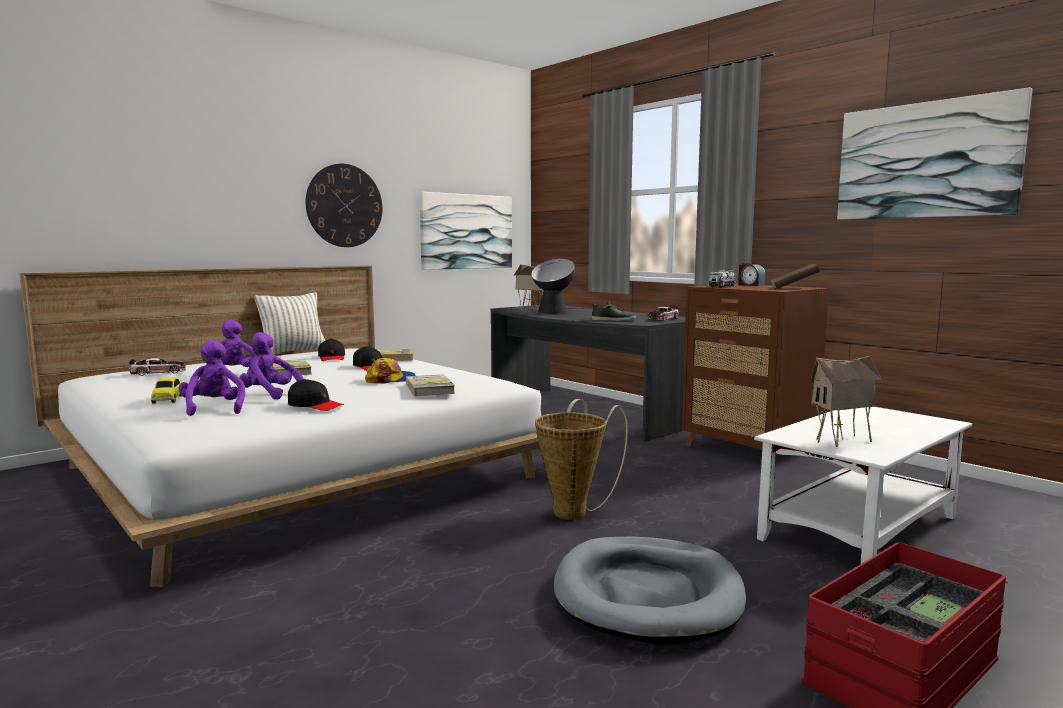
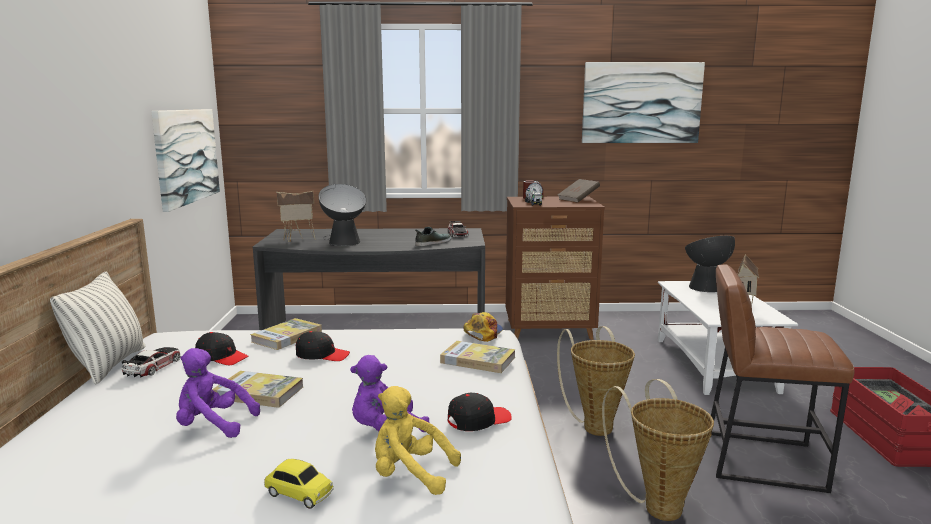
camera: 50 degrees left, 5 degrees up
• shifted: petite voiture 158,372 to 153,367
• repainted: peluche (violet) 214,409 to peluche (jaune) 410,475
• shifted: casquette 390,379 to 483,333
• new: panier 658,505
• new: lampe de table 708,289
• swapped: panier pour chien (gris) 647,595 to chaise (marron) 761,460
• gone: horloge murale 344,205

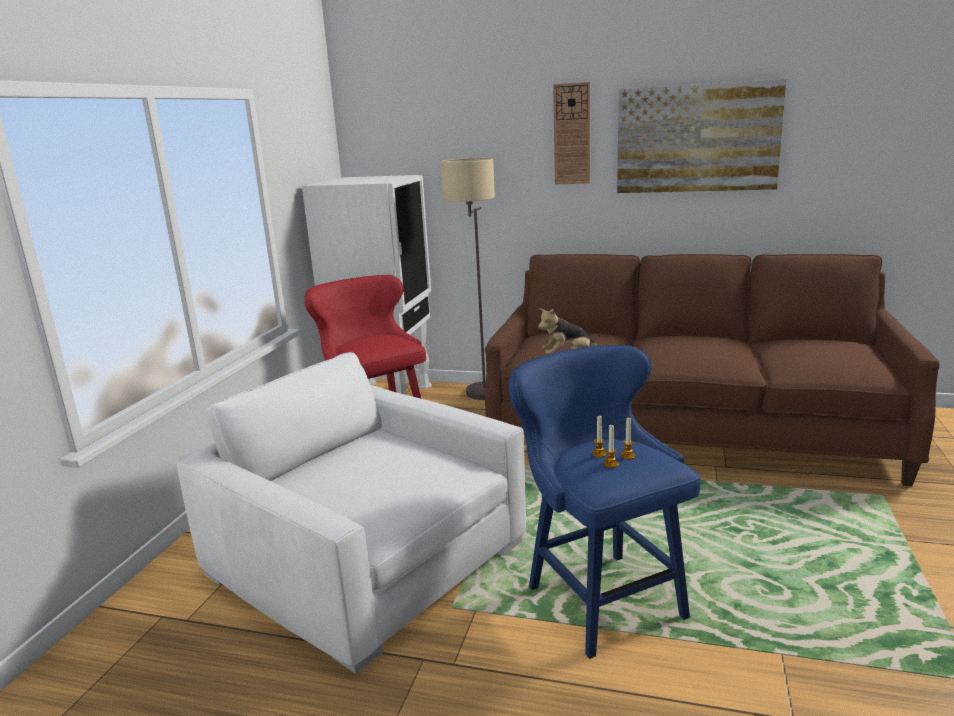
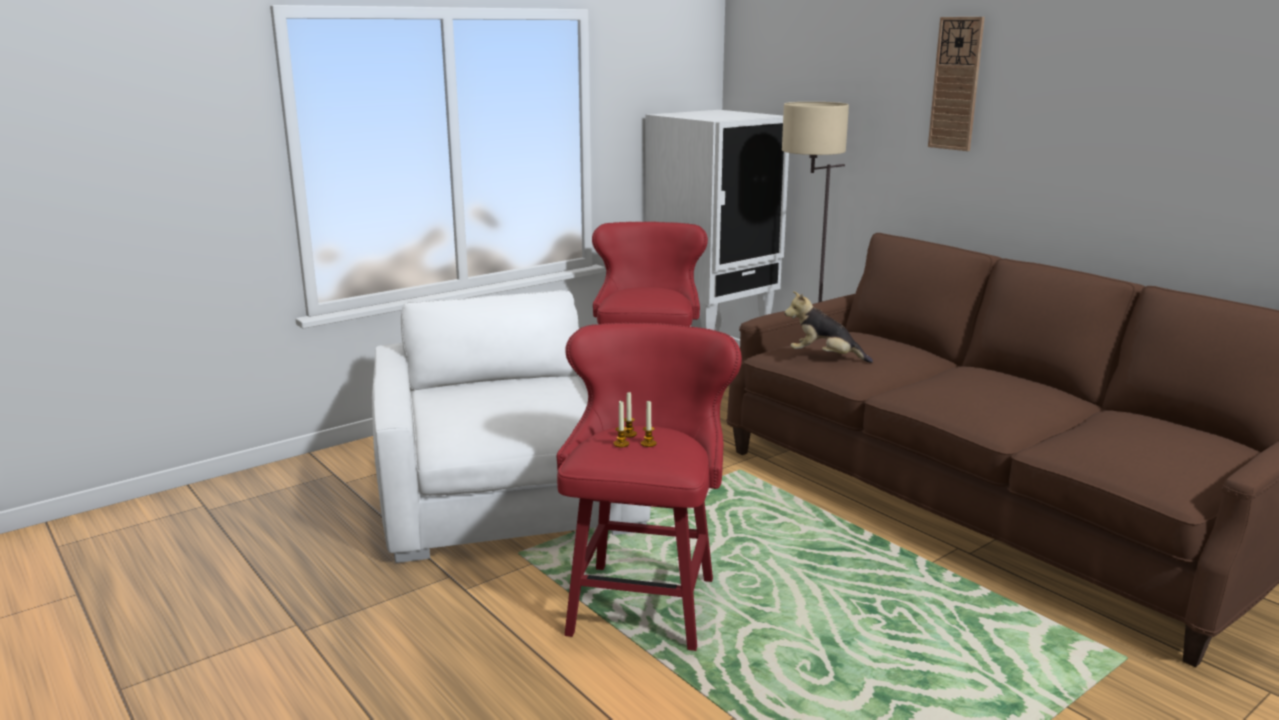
camera: 35 degrees right, 0 degrees up
• repainted: tabouret (bleu) 601,597 to tabouret (rouge) 644,601
• gone: tableau 697,138

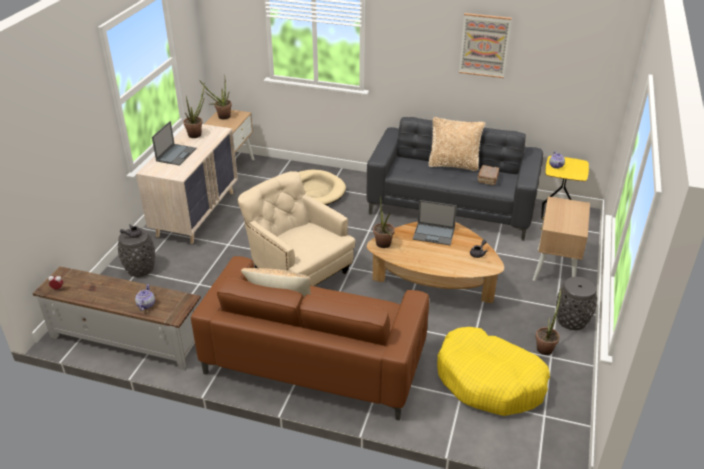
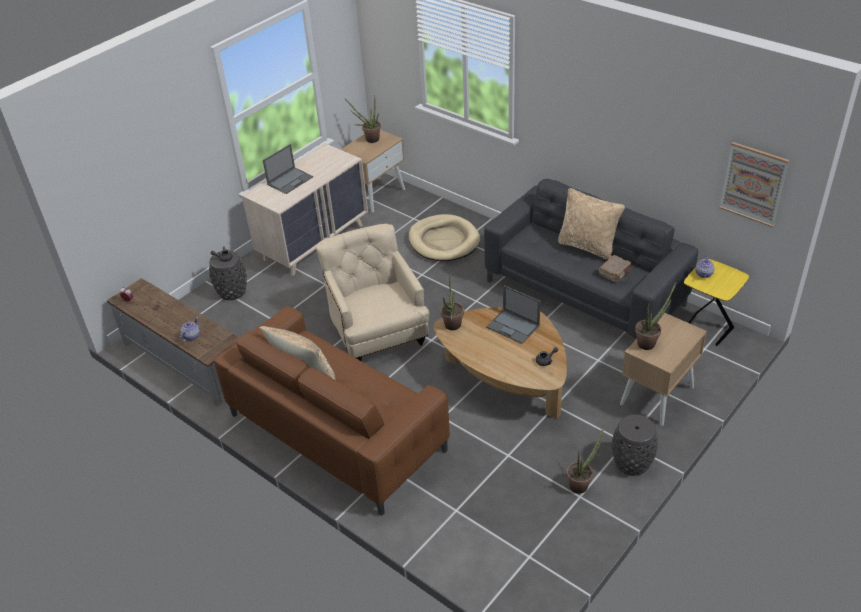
camera: 25 degrees right, 5 degrees up
• shifted: plante en pot 197,134 to 649,342
• shifted: tableau 484,45 to 753,184
• gone: panier pour chien (jaune) 489,381

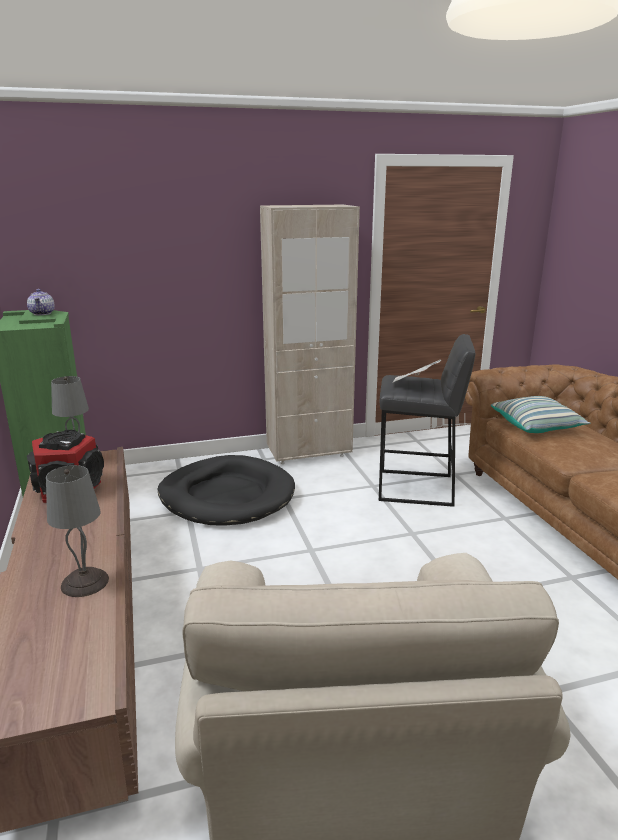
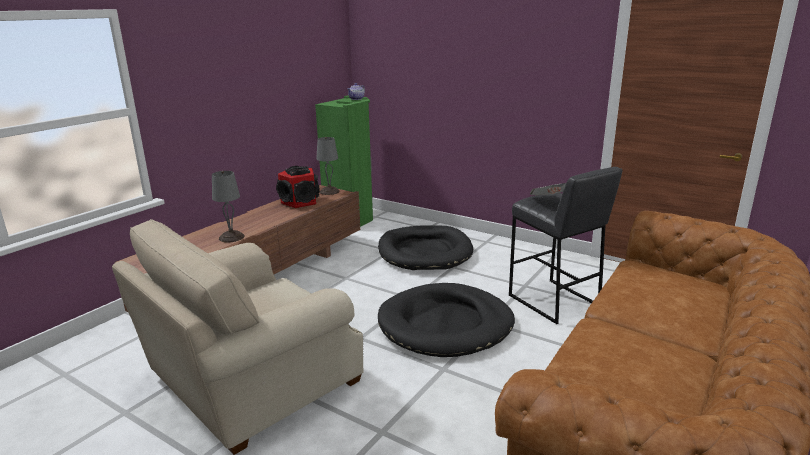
camera: 50 degrees right, 0 degrees up
• new: panier pour chien (noir) 446,324
• gone: meuble de rangement (beige) 309,453
• gone: coussin 537,426

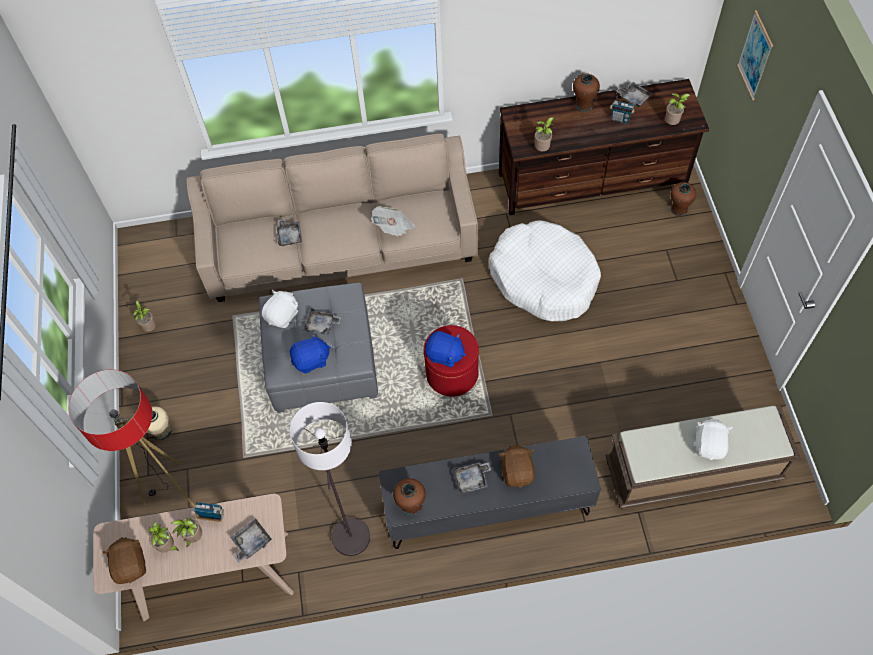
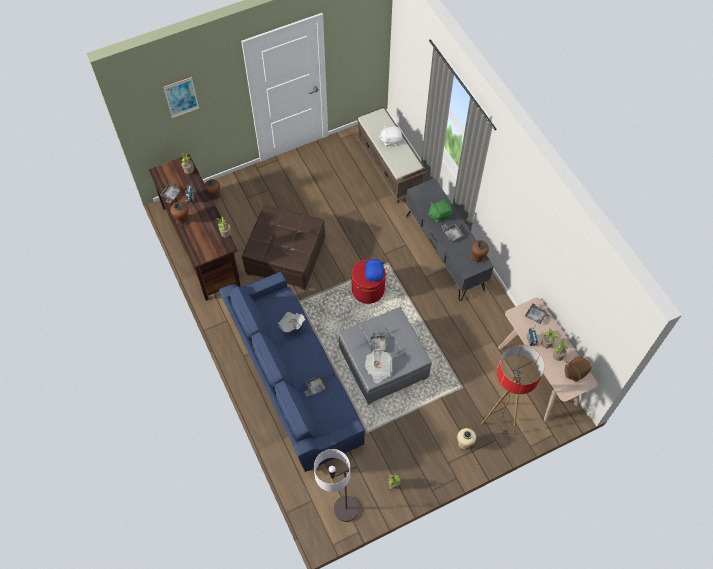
camera: 110 degrees left, 0 degrees up
• repainted: canapé (beige) 341,249 to canapé (bleu) 294,380
• swapped: panier pour chien (blanc) 543,278 to pouf (marron) 285,256
• shifted: lampadaire (blanc) 350,526 to 339,512
• swapped: peluche (blanc) 282,315 to journal 378,369
• repainted: peluche (marron) 517,471 to peluche (vert) 439,215
• gone: peluche (bleu) 311,360

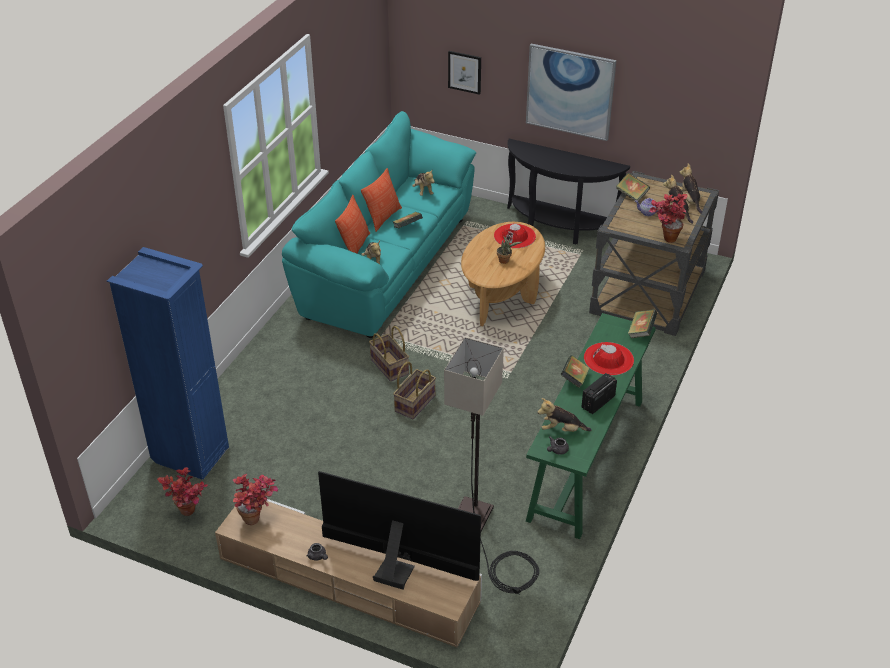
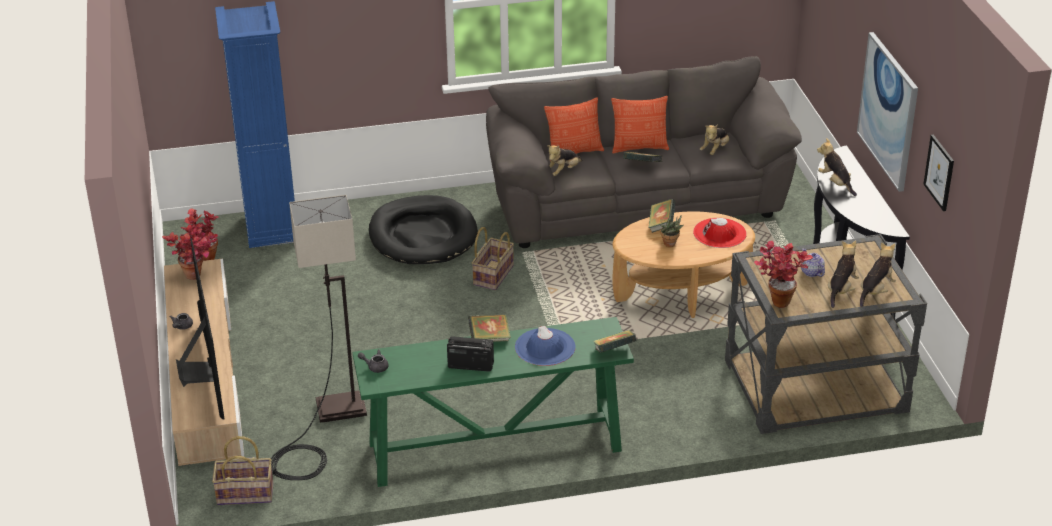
camera: 55 degrees right, 5 degrees down
• shifted: panier 414,403 to 245,493
• new: panier pour chien (noir) 423,235
• repainted: canapé (turquoise) 387,266 to canapé (gris) 637,208
• repainted: chapeau (rouge) 608,359 to chapeau (bleu) 545,347
• shifted: livre 631,195 to 661,225
• shifted: peluche 561,430 to 835,183
• shifted: tableau 464,72 to 939,172

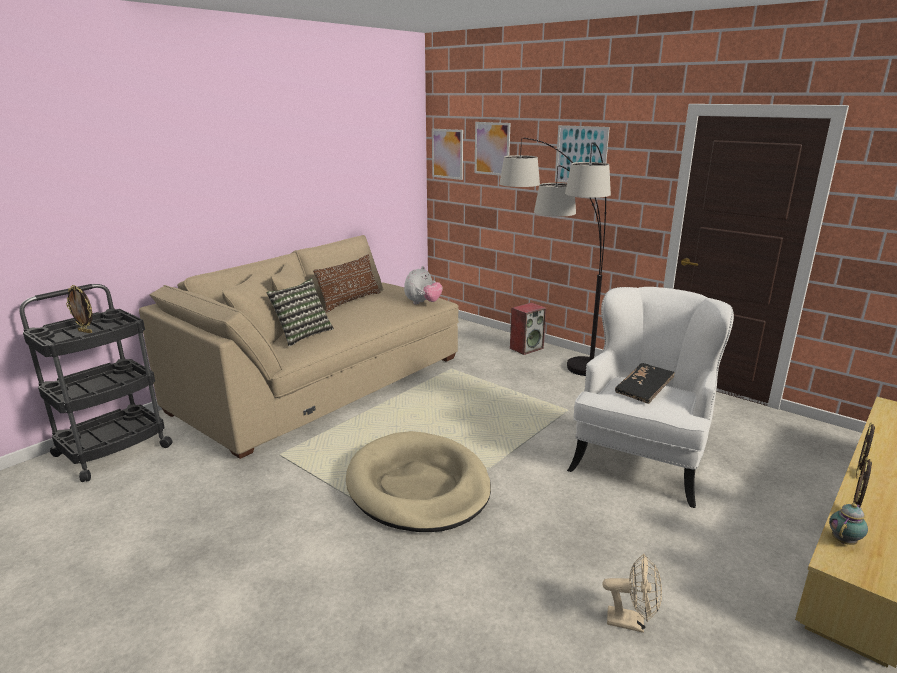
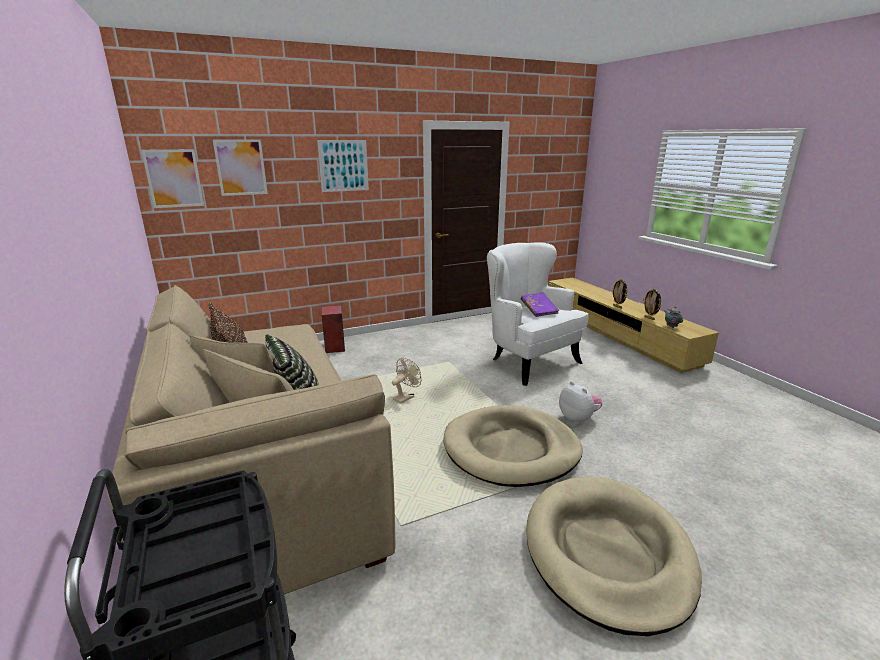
camera: 65 degrees left, 0 degrees up
• shifted: ventilateur (beige) 631,622 to 406,397
• repainted: livre (noir) 644,391 to livre (violet) 539,310
• new: panier pour chien (beige) 607,553
• shifted: peluche 423,303 to 578,418
• gone: cadre photo 86,331
• gone: lampadaire 555,381

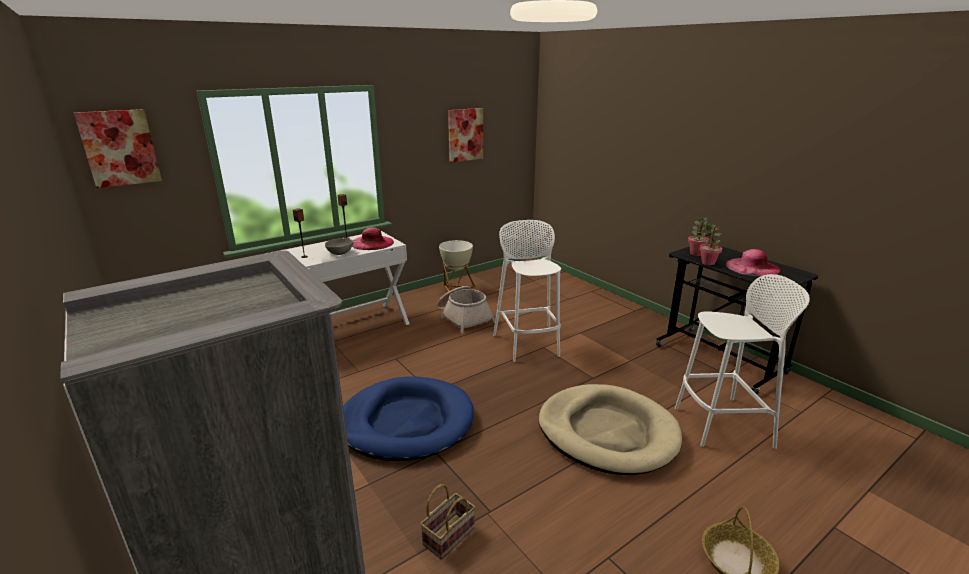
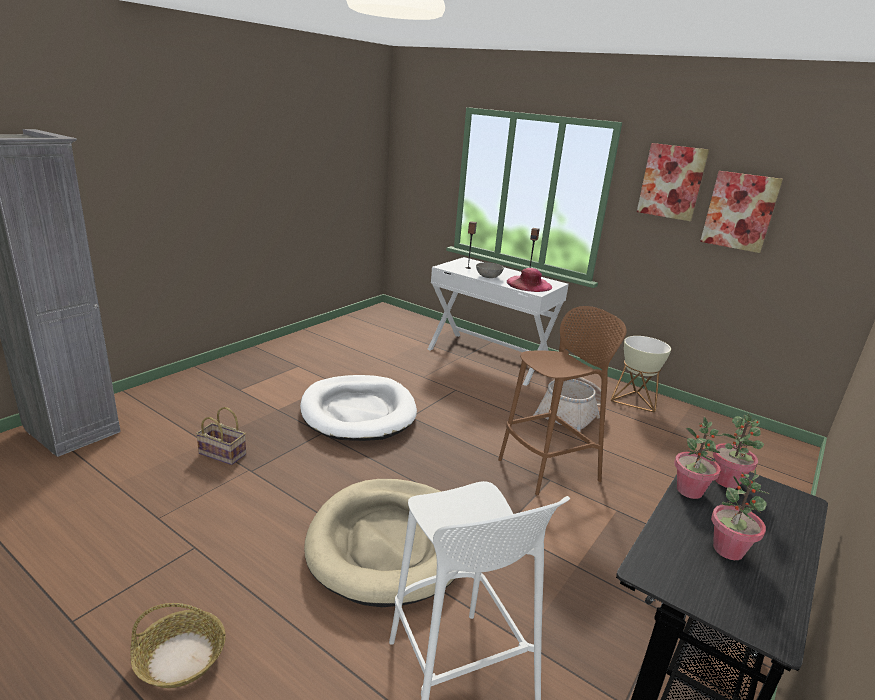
camera: 70 degrees right, 0 degrees up
• repainted: panier pour chien (bleu) 406,422 to panier pour chien (blanc) 358,412
• repainted: tabouret (blanc) 528,344 to tabouret (marron) 548,467
• shifted: tableau 120,148 to 671,182
• swapped: chapeau (rose) 752,267 to plante en pot 727,550

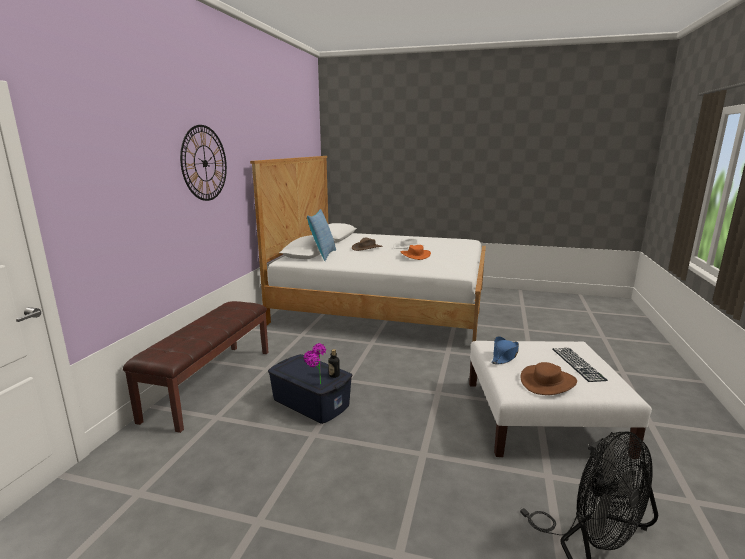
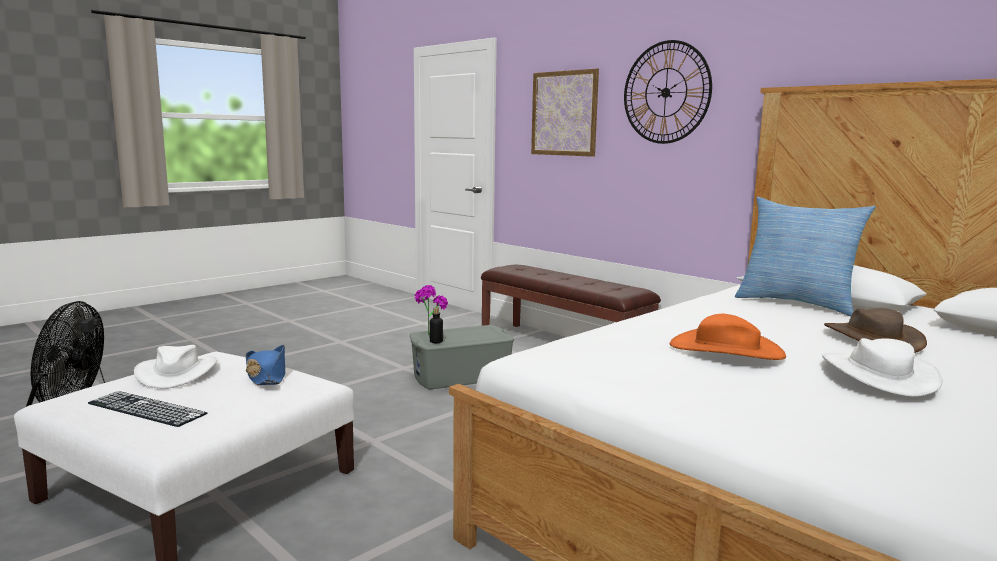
camera: 120 degrees right, 5 degrees down
• repainted: chapeau (marron) 548,382 to chapeau (blanc) 177,373
• repainted: boîte de rangement (bleu) 311,402 to boîte de rangement (gris) 461,376
• new: tableau 564,112

